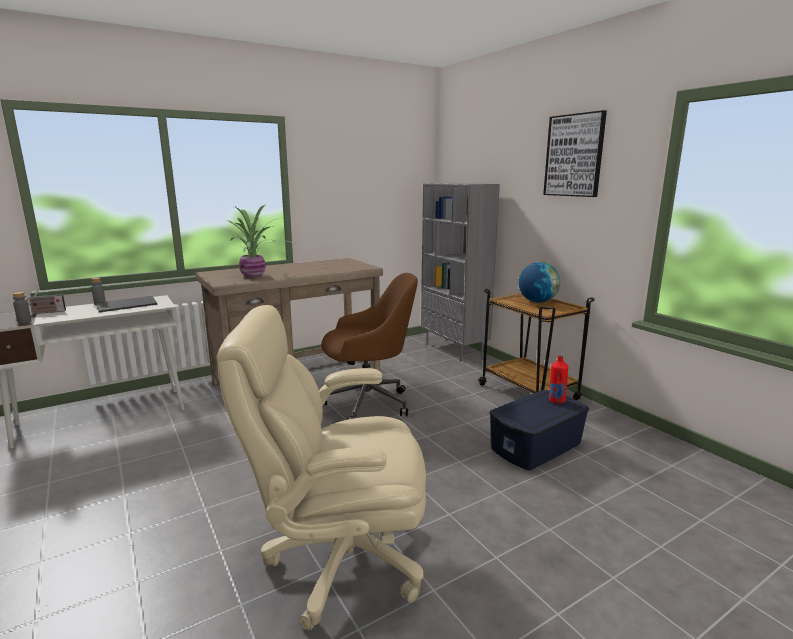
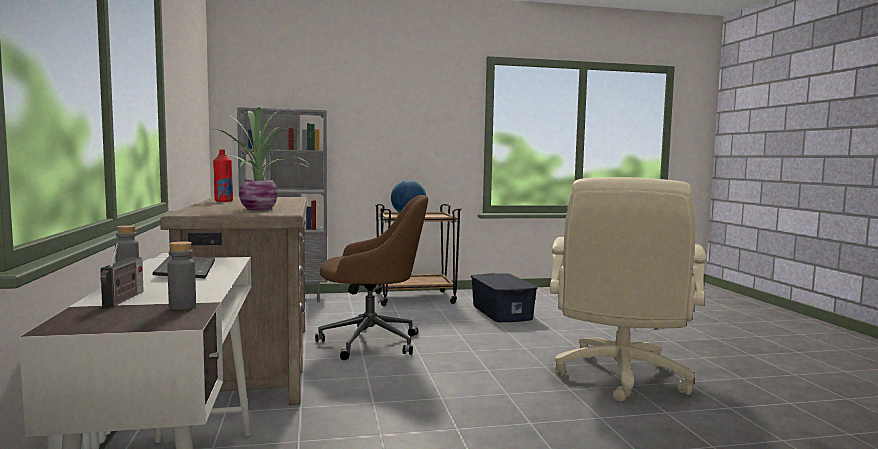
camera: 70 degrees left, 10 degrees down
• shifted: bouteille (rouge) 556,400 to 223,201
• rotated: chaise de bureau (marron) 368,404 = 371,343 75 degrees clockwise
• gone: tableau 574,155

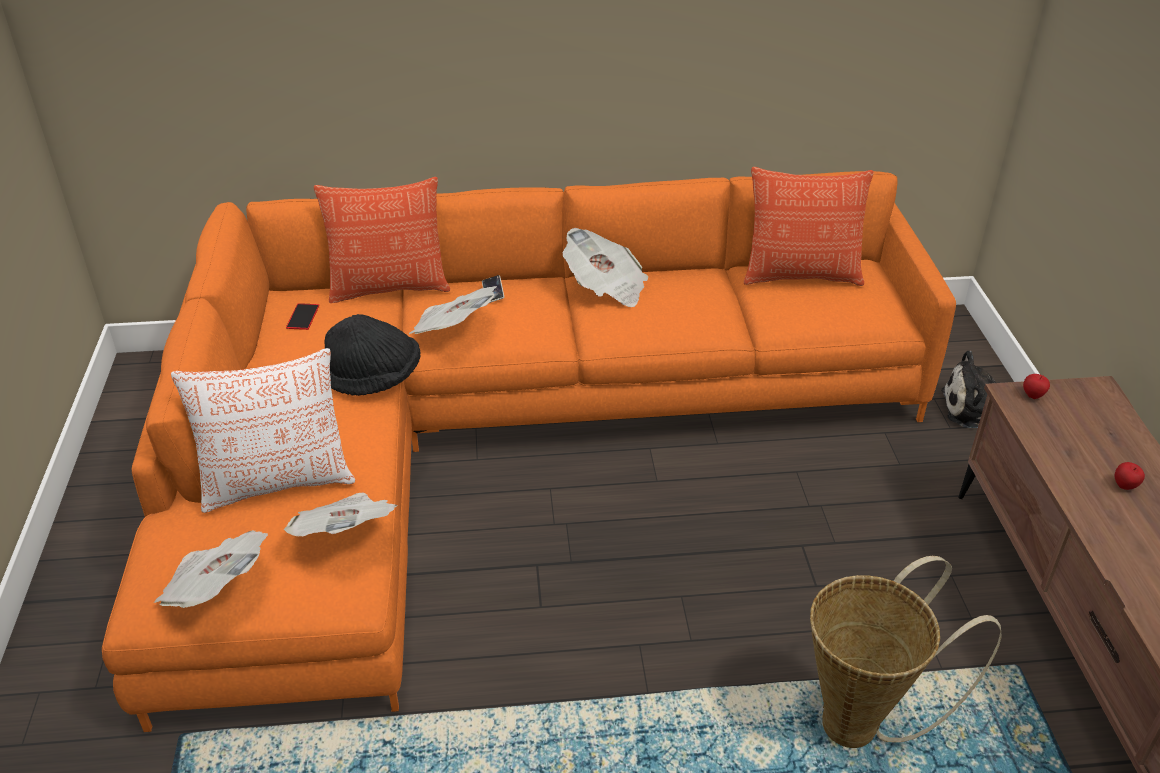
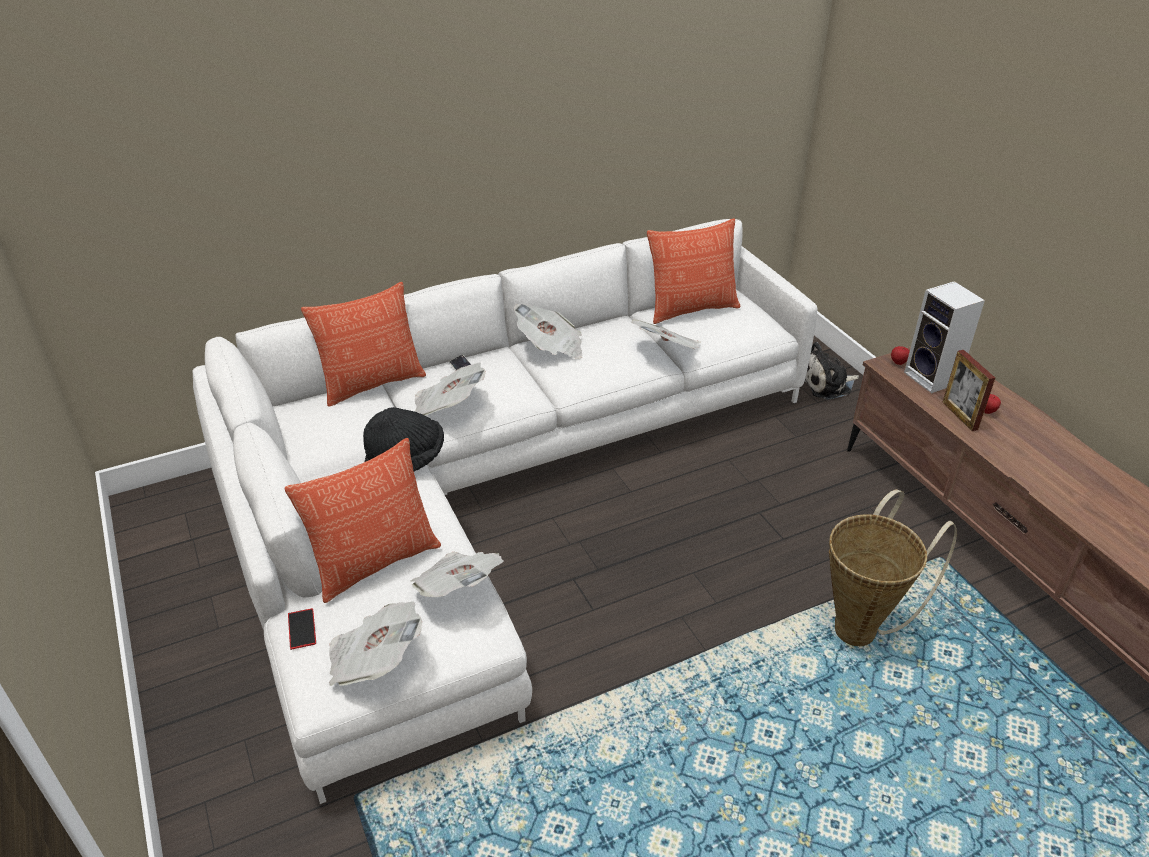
camera: 20 degrees left, 0 degrees up
• repainted: canapé (orange) 496,439 to canapé (blanc) 489,489
• repainted: coussin (blanc) 278,483 to coussin (orange) 375,563
• shifted: téléphone 303,316 to 302,629
• new: journal 667,350
• new: enceinte 933,378
• new: cadre photo 959,415

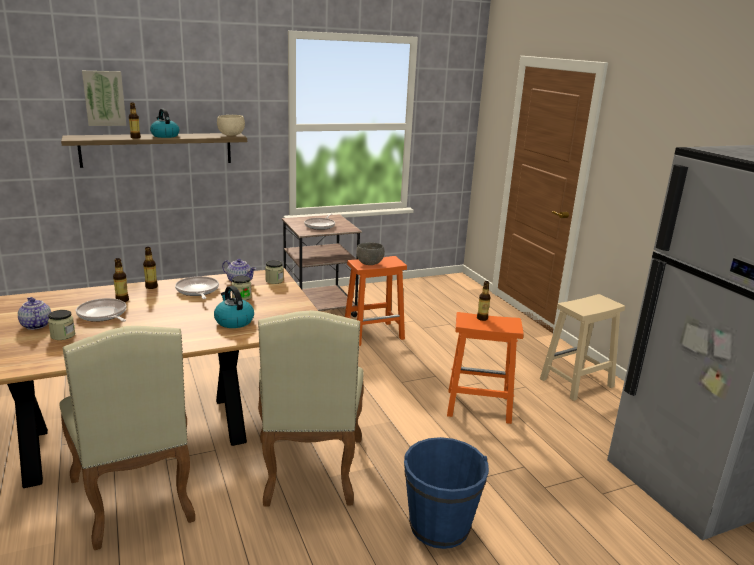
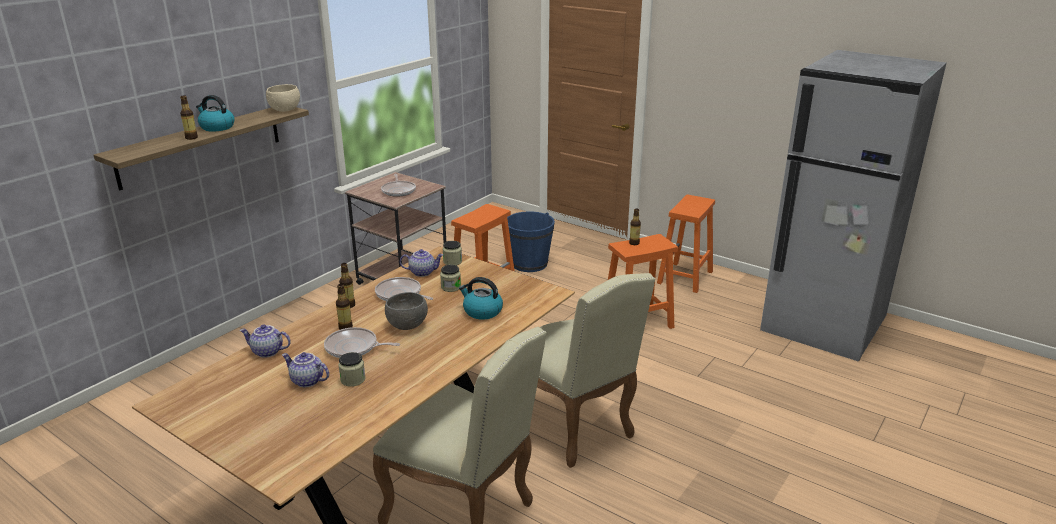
camera: 30 degrees left, 5 degrees up
• new: théière 267,352
• shifted: bol (gris) 370,264 to 407,325
• shifted: seau (bleu) 439,526 to 529,264
• repainted: tabouret (beige) 576,383 to tabouret (orange) 685,278
• gone: tableau 104,98

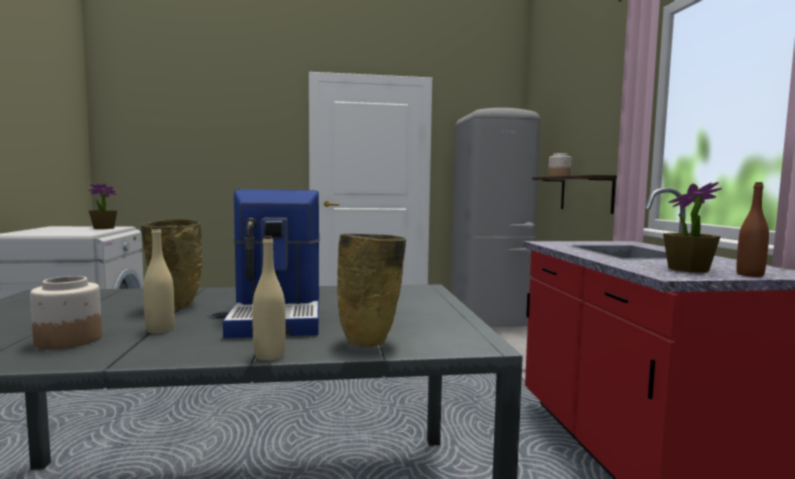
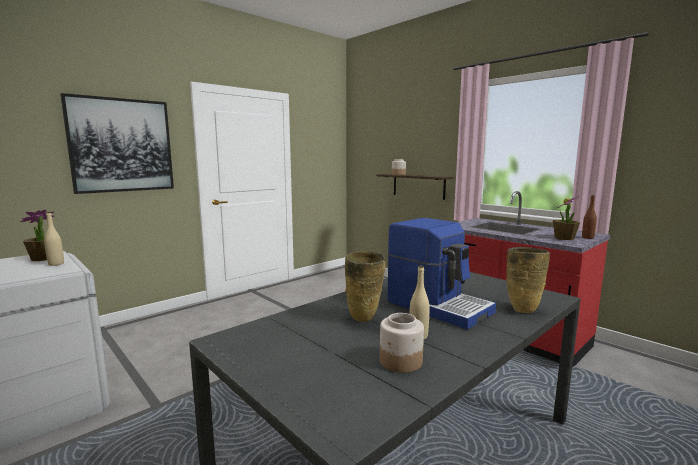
camera: 35 degrees left, 5 degrees up
• shifted: bouteille (beige) 269,355 to 56,264
• new: tableau 121,145
• gone: réfrigérateur (gris) 490,320

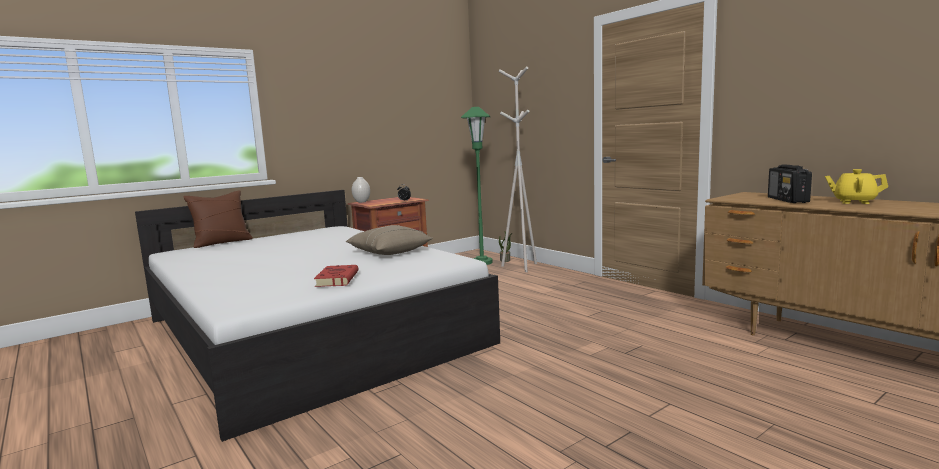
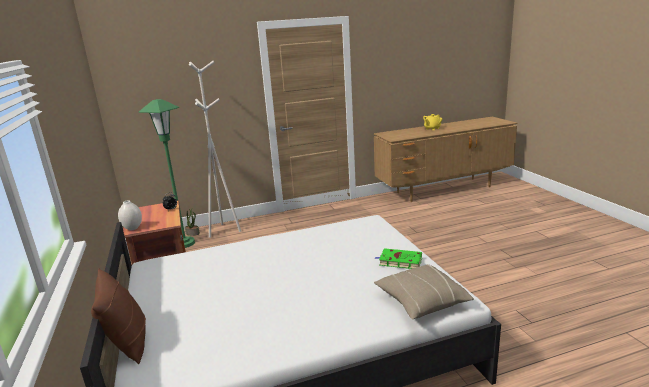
camera: 70 degrees left, 10 degrees up
• repainted: livre (rouge) 337,279 to livre (vert) 399,261
• shifted: coussin (beige) 389,252 to 421,301
• gone: radio 787,200

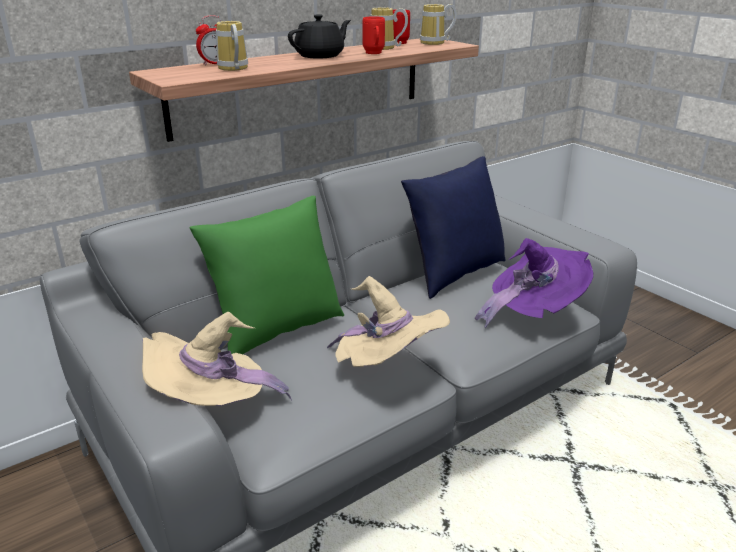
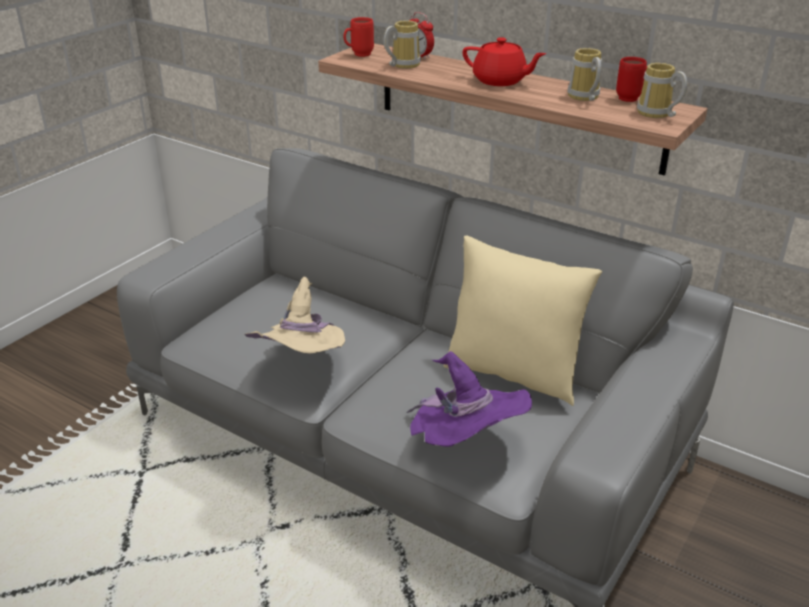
camera: 70 degrees right, 5 degrees up
• shifted: mug (rouge) 374,54 to 358,55
• repainted: coussin (bleu) 454,274 to coussin (beige) 513,374
• repainted: théière (noir) 320,56 to théière (rouge) 500,81
• gone: chapeau (beige) 213,405
• gone: coussin (vert) 277,330

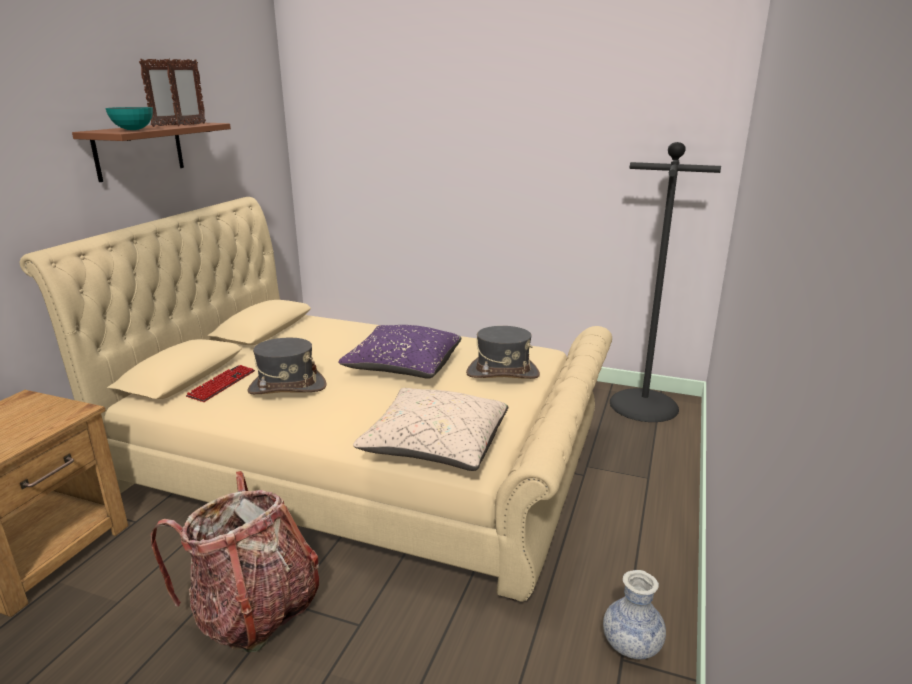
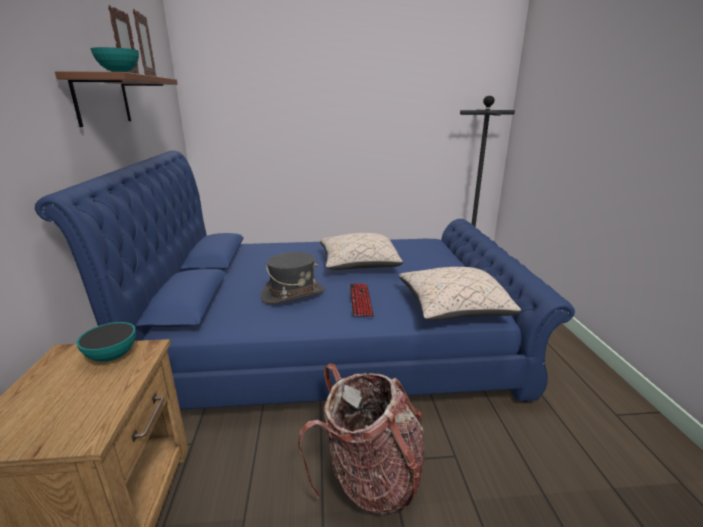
camera: 25 degrees left, 0 degrees up
• repainted: lit (beige) 362,455 to lit (bleu) 333,338
• new: bol 112,356
• repainted: coussin (violet) 403,367 to coussin (beige) 358,265
• shifted: clavier 222,384 to 360,300
• gone: chapeau (gris) 502,373
• gone: vase 631,645

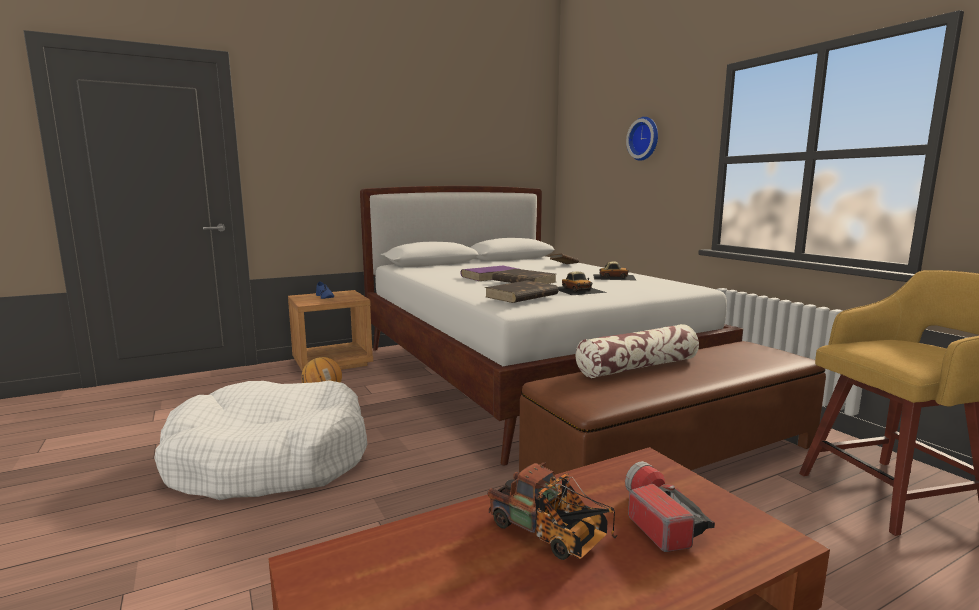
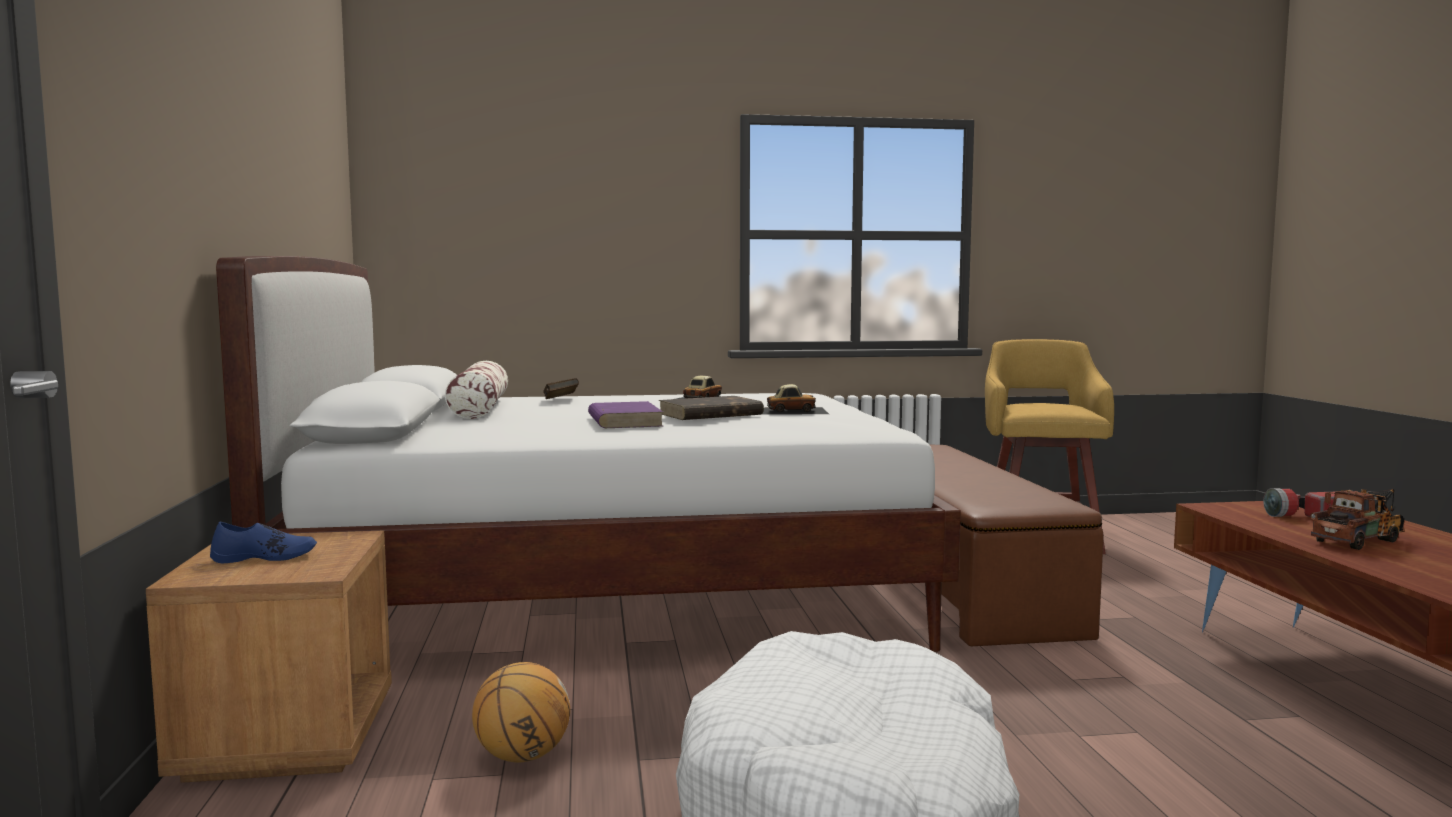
camera: 70 degrees left, 5 degrees down
• shifted: coussin 638,367 to 479,409
• gone: livre (marron) 521,296
• gone: horloge murale 645,139

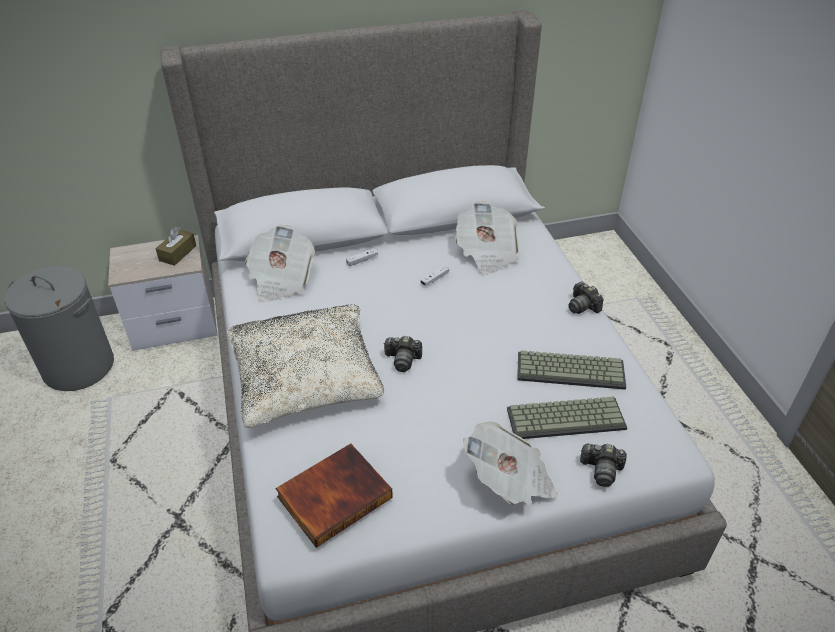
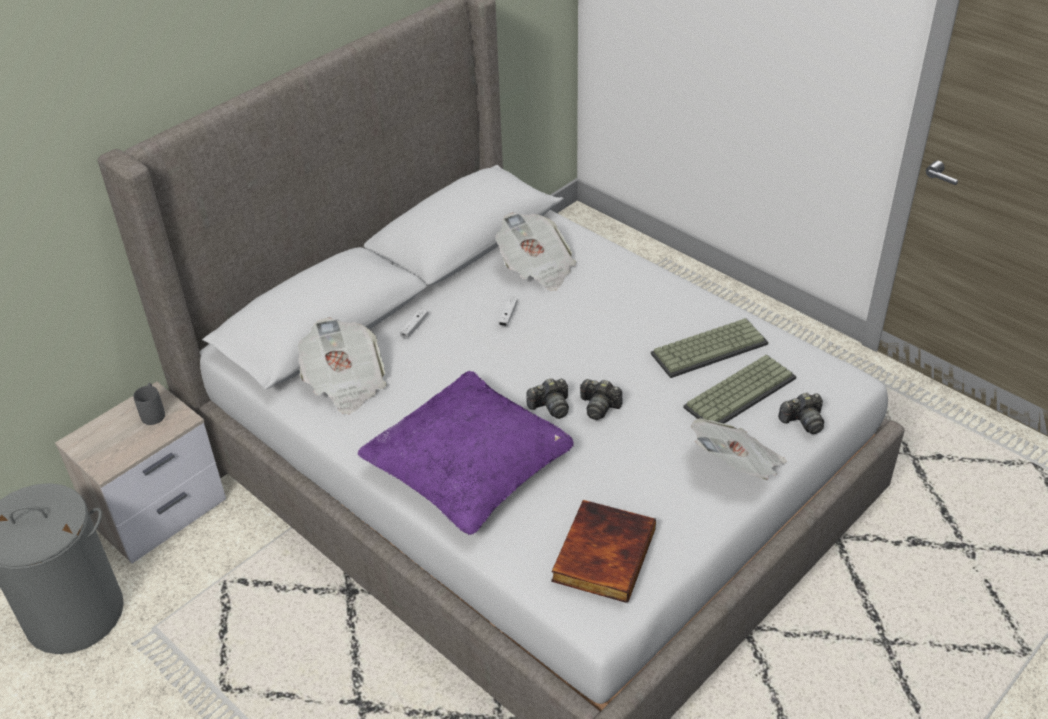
camera: 30 degrees left, 0 degrees up
• swapped: boîte à mouchoirs (marron) 178,253 to mug (gris) 153,412
• repainted: coussin (beige) 307,376 to coussin (violet) 470,464
• shifted: appareil photo 582,306 to 599,407

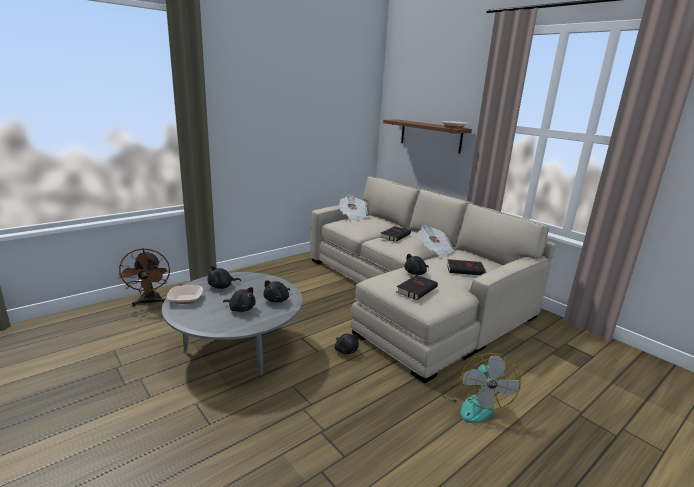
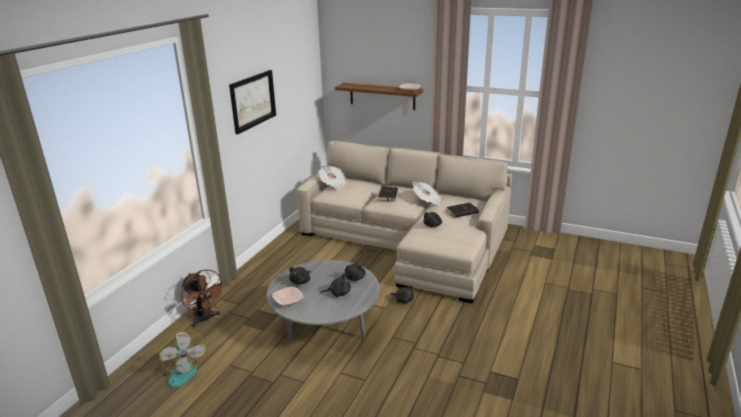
camera: 25 degrees left, 5 degrees up
• shifted: ventilateur 474,403 to 182,370
• new: tableau 253,101
• gone: livre (noir) 417,289

